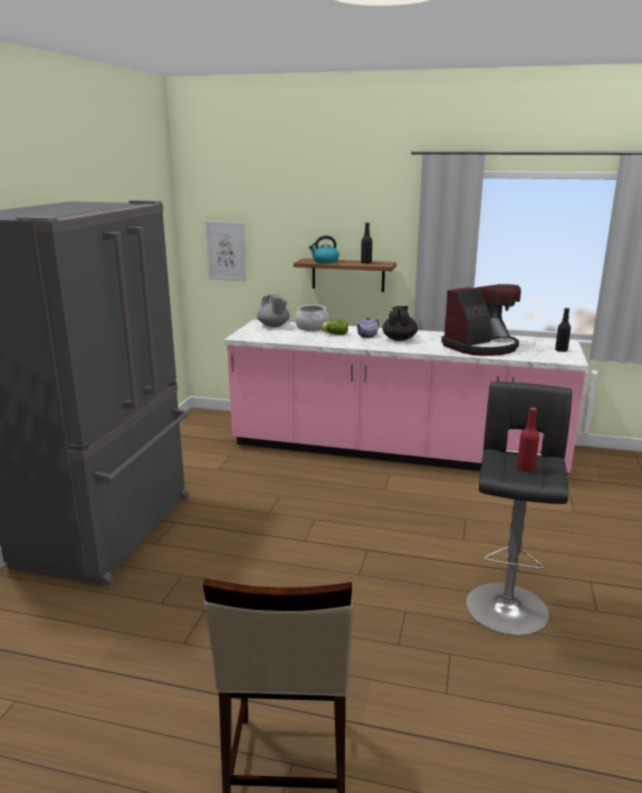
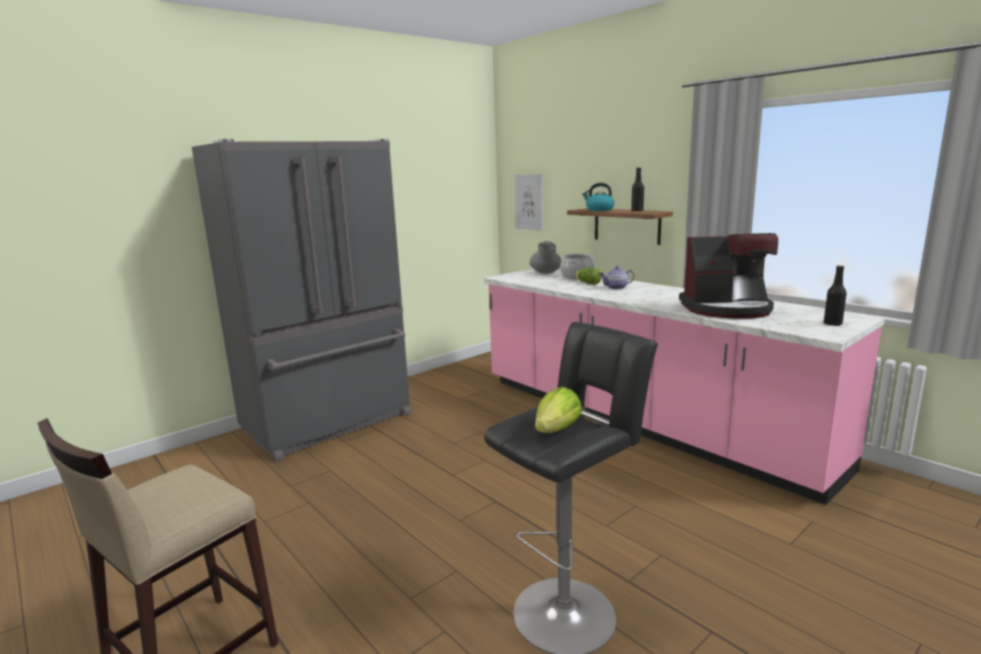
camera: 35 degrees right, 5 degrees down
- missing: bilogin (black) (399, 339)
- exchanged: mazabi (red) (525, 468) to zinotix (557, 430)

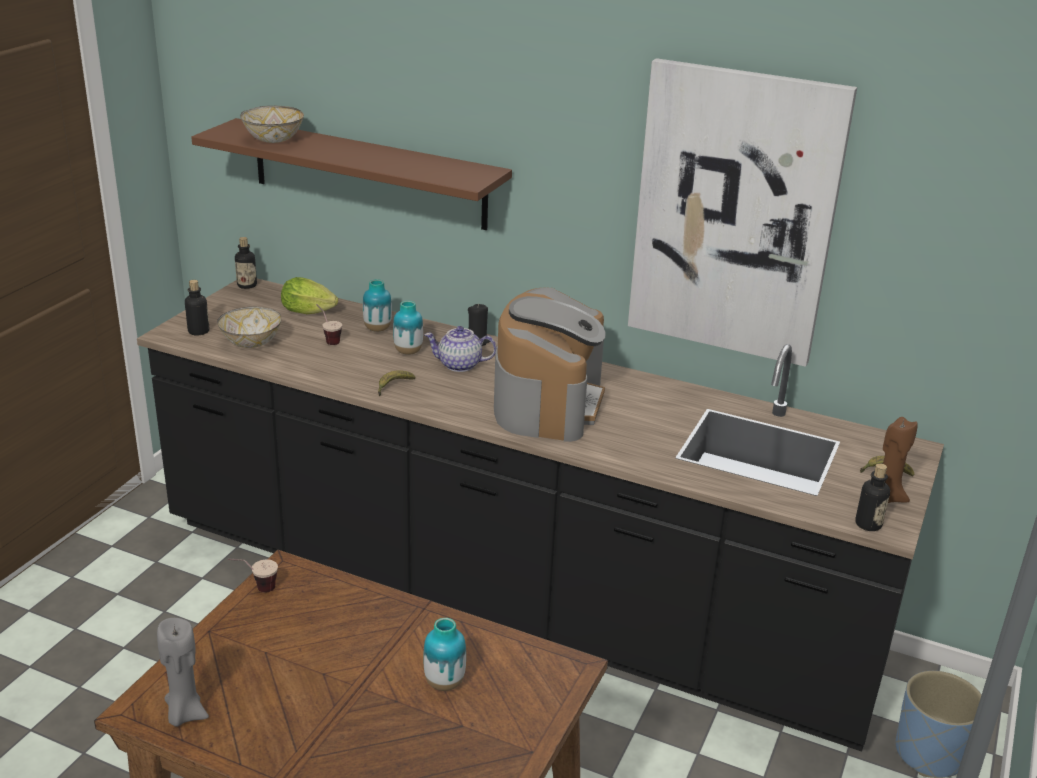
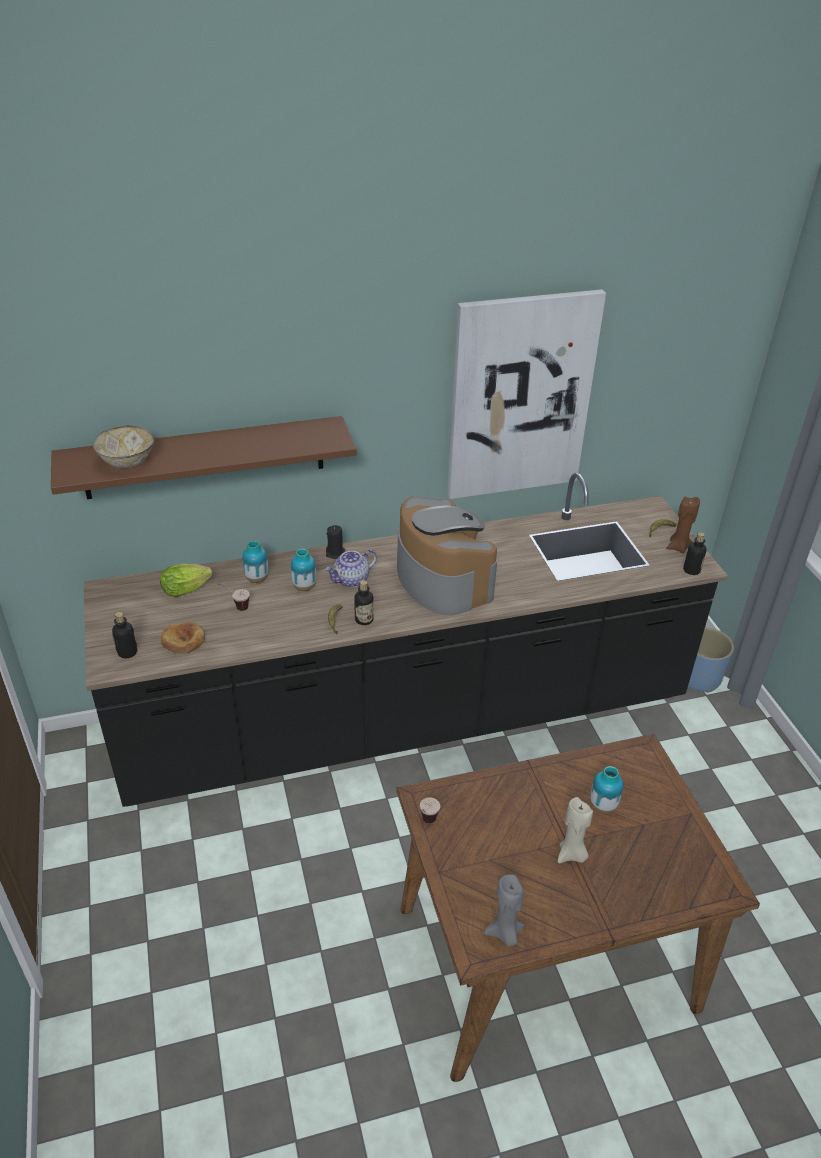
camera: 40 degrees left, 10 degrees up
- appeared: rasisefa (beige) (571, 854)
- relocated: mazabi (247, 285) to (364, 619)
- exchanged: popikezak (250, 343) to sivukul (183, 640)

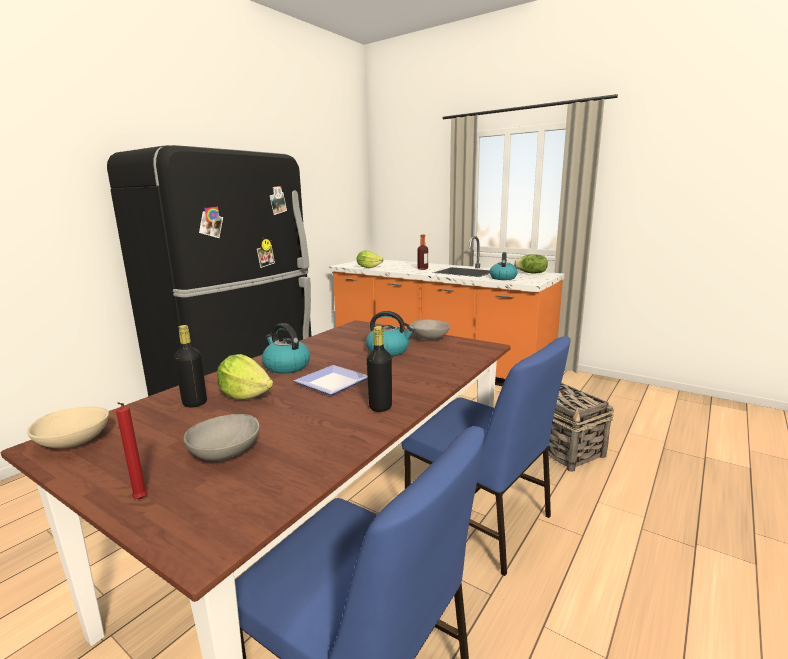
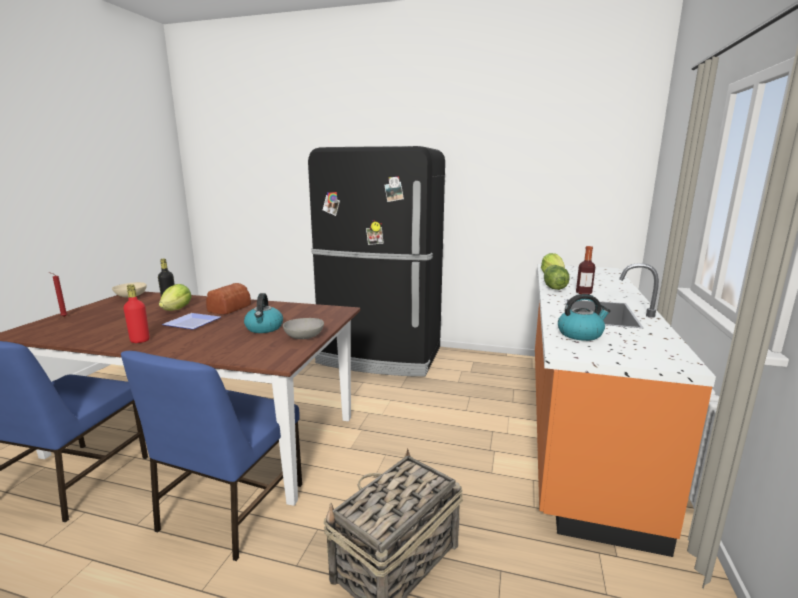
camera: 70 degrees right, 0 degrees up
- missing: popikezak (grey) (225, 453)
- relocated: zinotix (531, 273) to (553, 288)
- exchanged: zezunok (286, 366) to sivukul (228, 308)
- colour: mazabi (black) (380, 407) to mazabi (red) (140, 340)

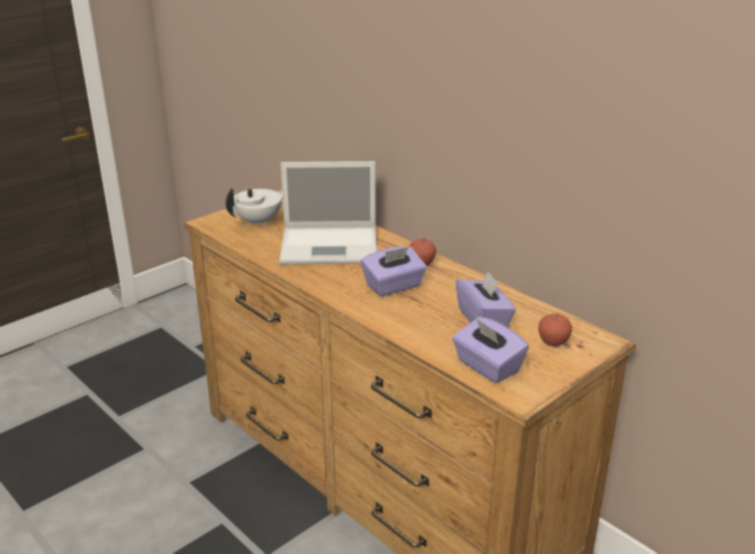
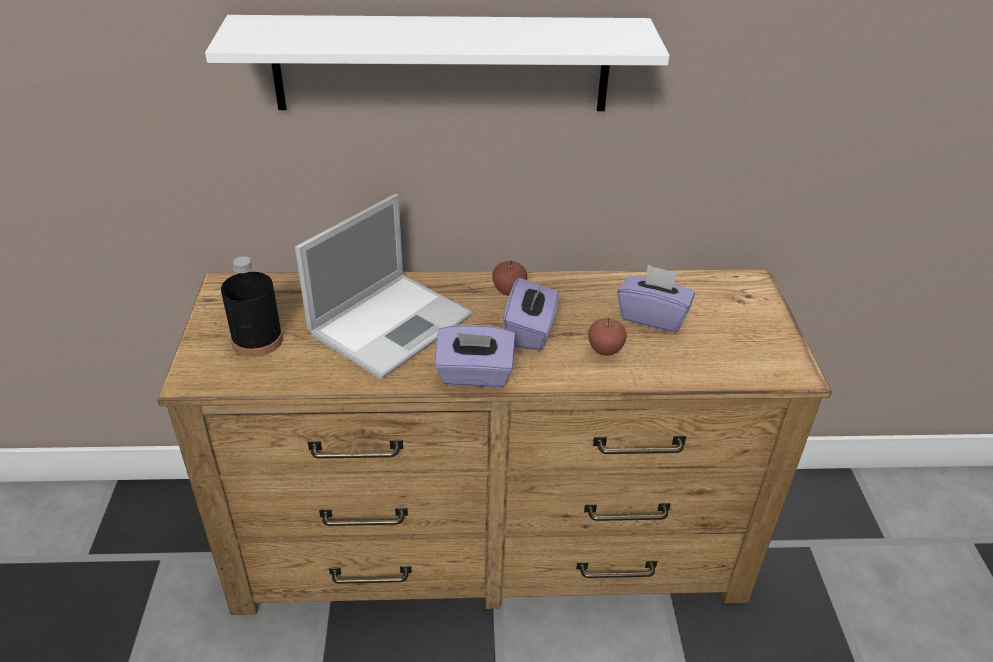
camera: 50 degrees left, 10 degrees up
- appeared: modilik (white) (442, 64)
- relocated: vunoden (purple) (487, 366) to (474, 375)
- relocated: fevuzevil (553, 342) to (605, 350)
- exchanged: bilogin (white) (259, 222) to mazabi (black) (257, 340)

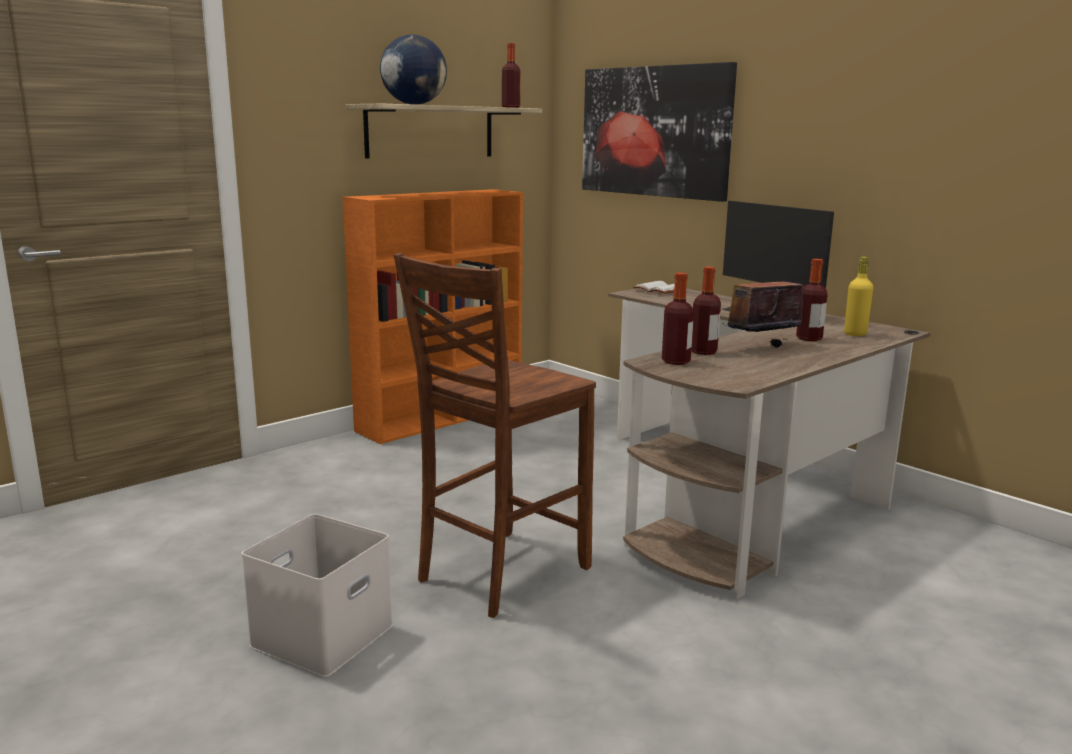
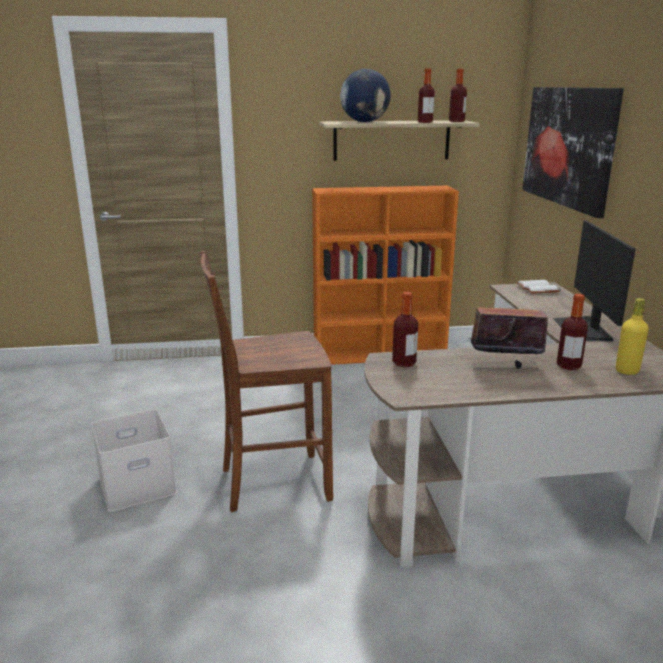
camera: 35 degrees right, 5 degrees up
- relocated: mazabi (703, 352) to (425, 122)

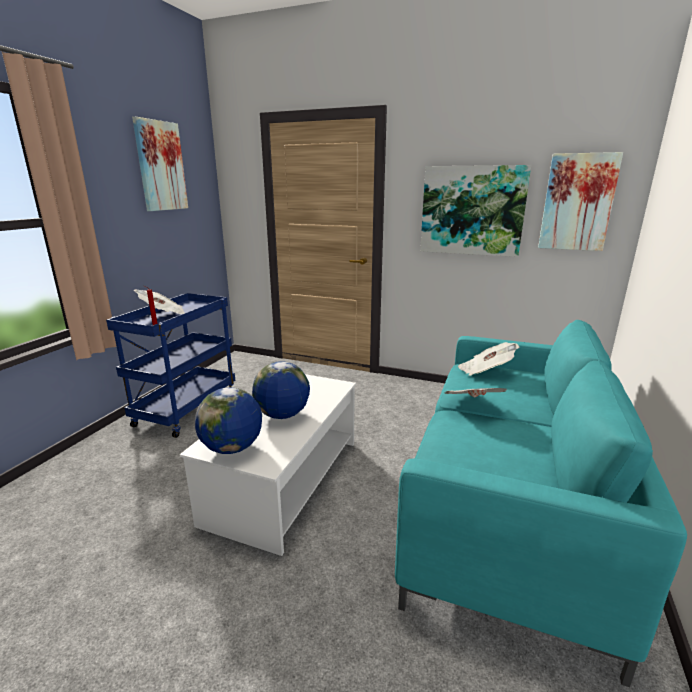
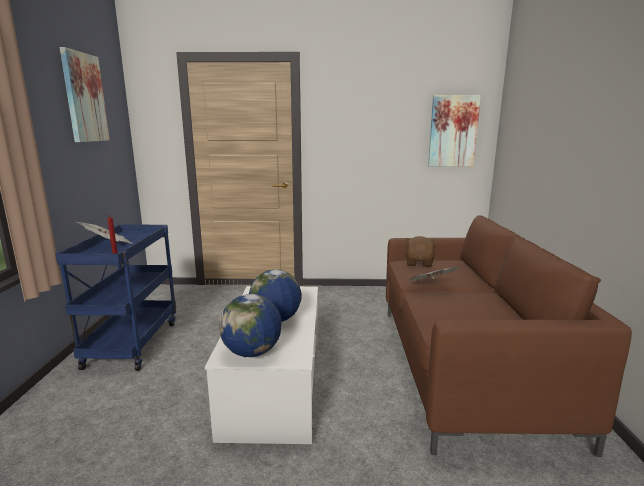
camera: 20 degrees left, 5 degrees down
- missing: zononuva (472, 211)
- exchanged: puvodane (485, 371) to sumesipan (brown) (419, 263)
- colour: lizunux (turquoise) (508, 510) to lizunux (brown) (463, 367)

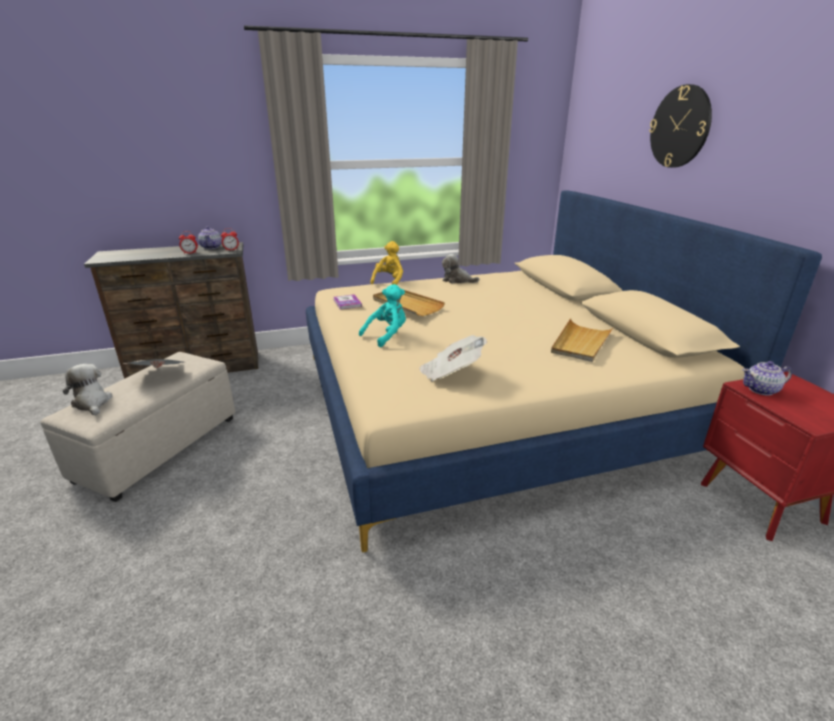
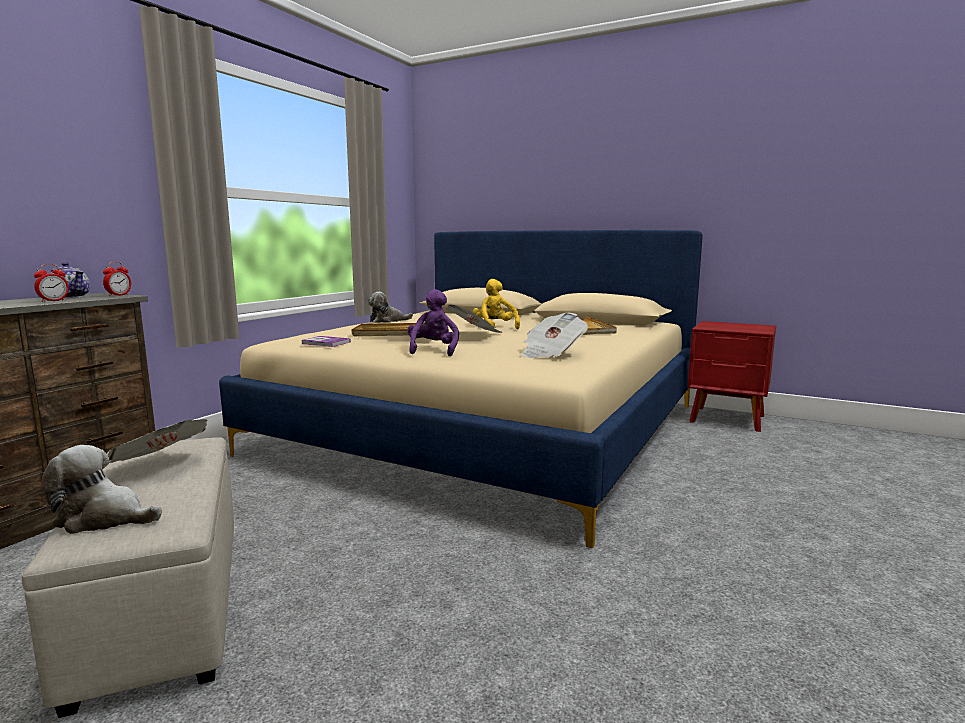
camera: 45 degrees left, 15 degrees down
- missing: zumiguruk (680, 127)
- missing: bilogin (761, 390)
- appeared: puvodane (474, 334)
- relocated: sumesipan (yellow) (389, 281) to (495, 327)
- colour: sumesipan (turquoise) (387, 335) to sumesipan (purple) (433, 351)

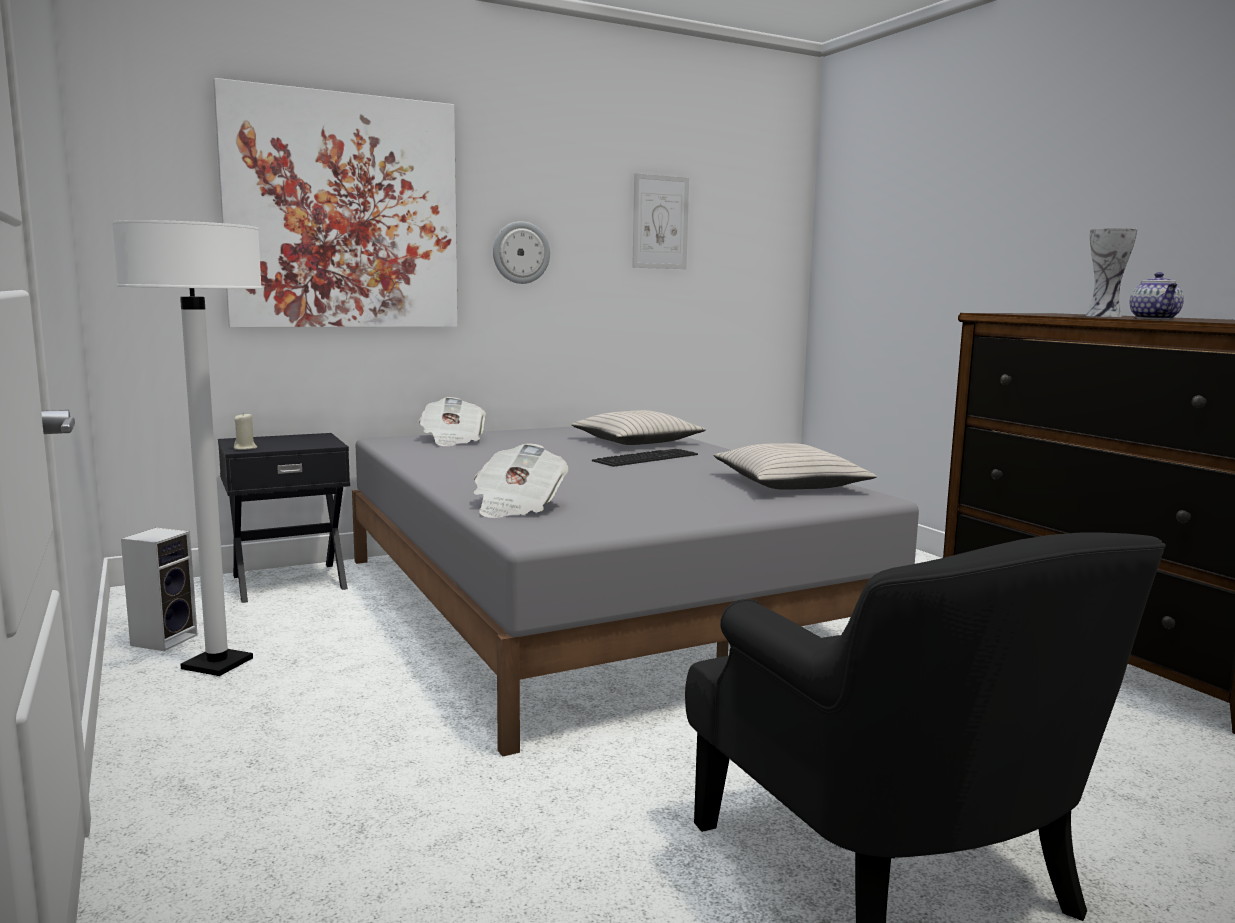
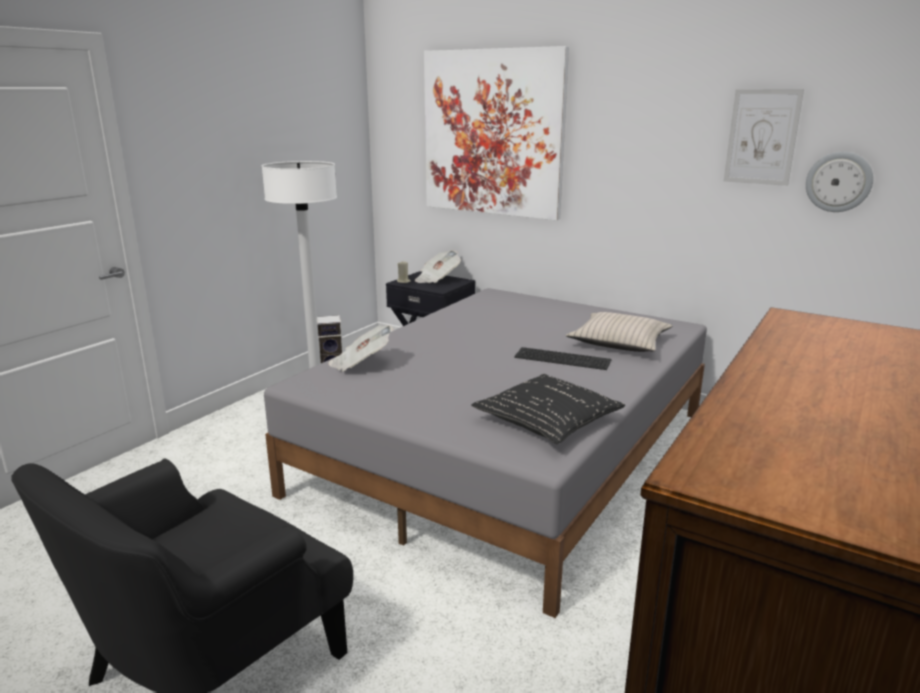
camera: 60 degrees right, 10 degrees up
- missing: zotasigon (1105, 316)
- missing: bilogin (1155, 319)
- relocated: puvodane (452, 440) to (437, 279)
- relocated: zumiguruk (521, 252) to (838, 182)
- colour: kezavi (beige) (789, 484) to kezavi (black) (548, 420)

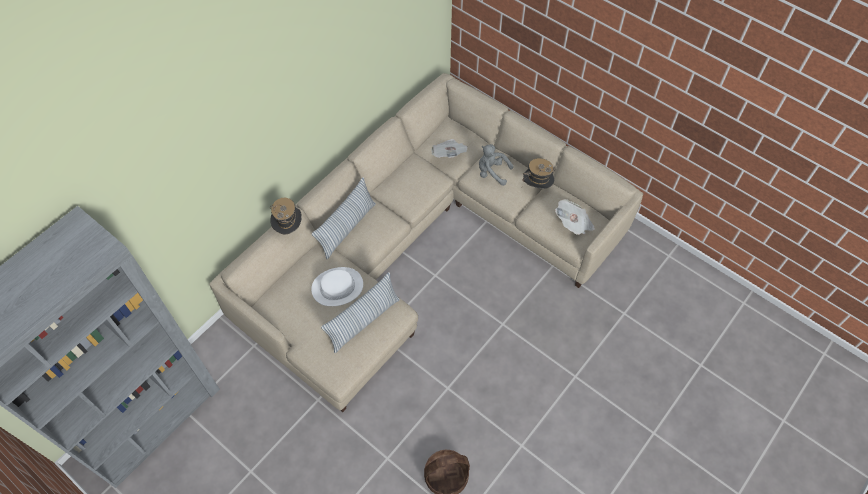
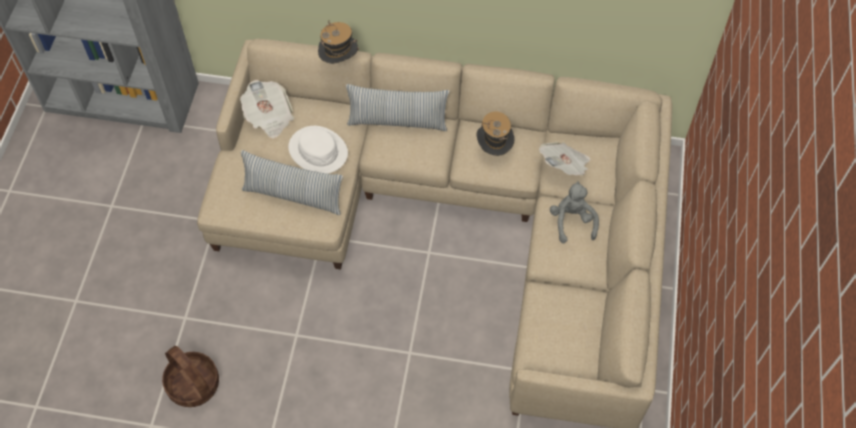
camera: 60 degrees right, 0 degrees up
- relocated: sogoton (536, 187) to (494, 150)
- relocated: puvodane (573, 224) to (269, 117)

